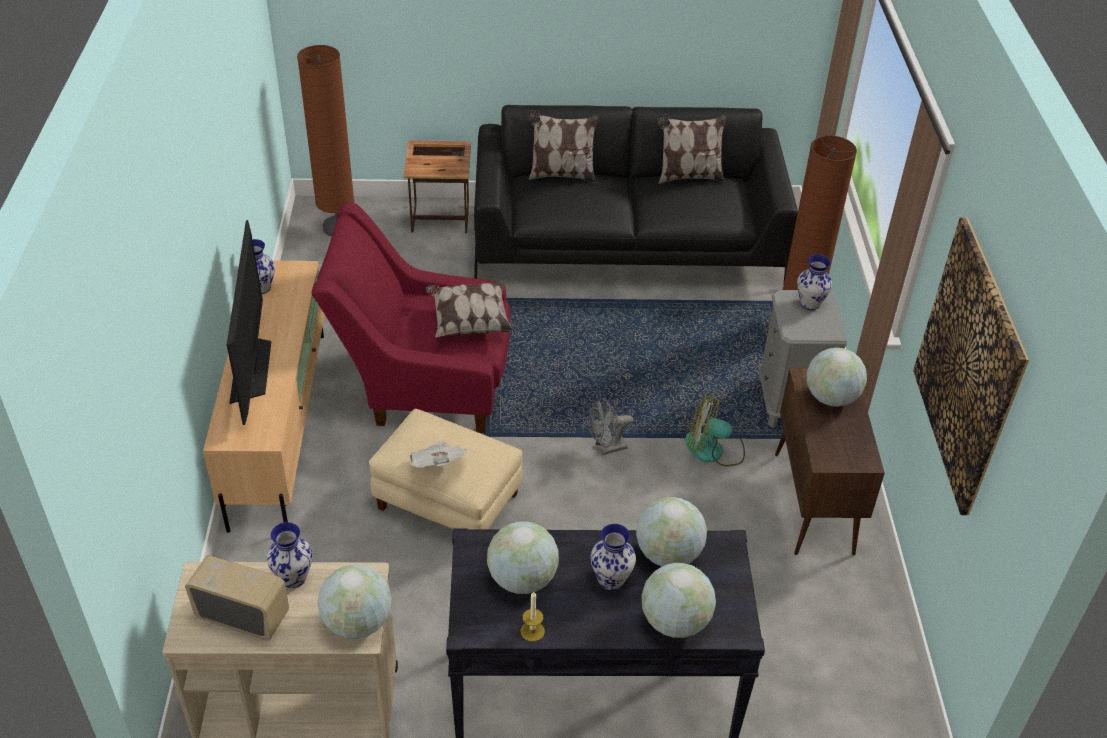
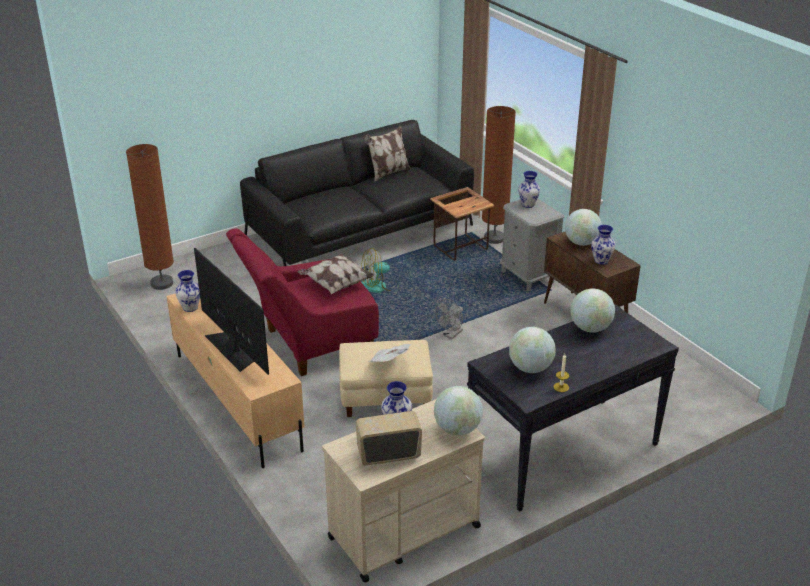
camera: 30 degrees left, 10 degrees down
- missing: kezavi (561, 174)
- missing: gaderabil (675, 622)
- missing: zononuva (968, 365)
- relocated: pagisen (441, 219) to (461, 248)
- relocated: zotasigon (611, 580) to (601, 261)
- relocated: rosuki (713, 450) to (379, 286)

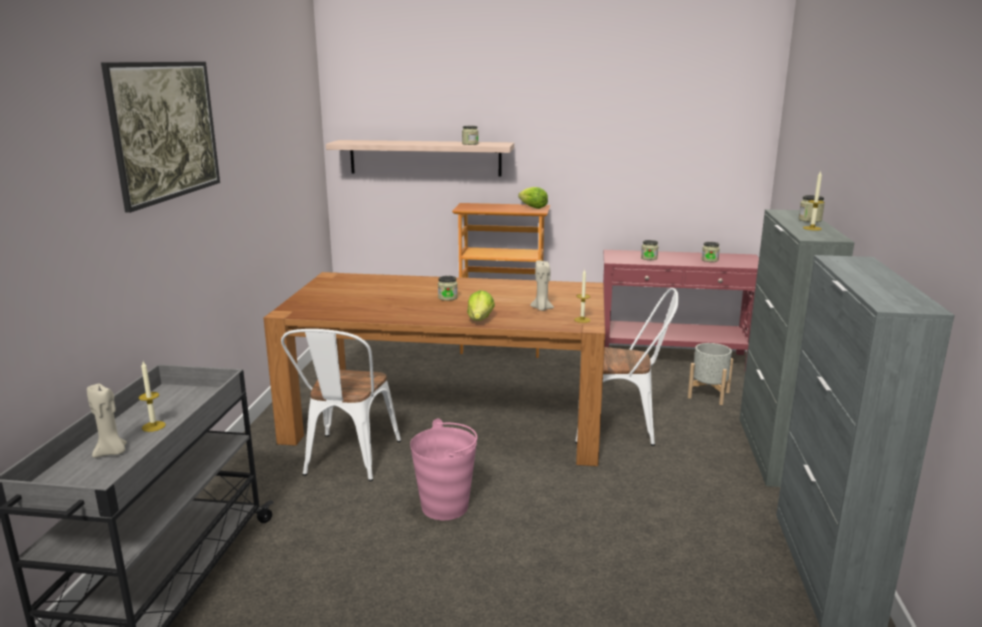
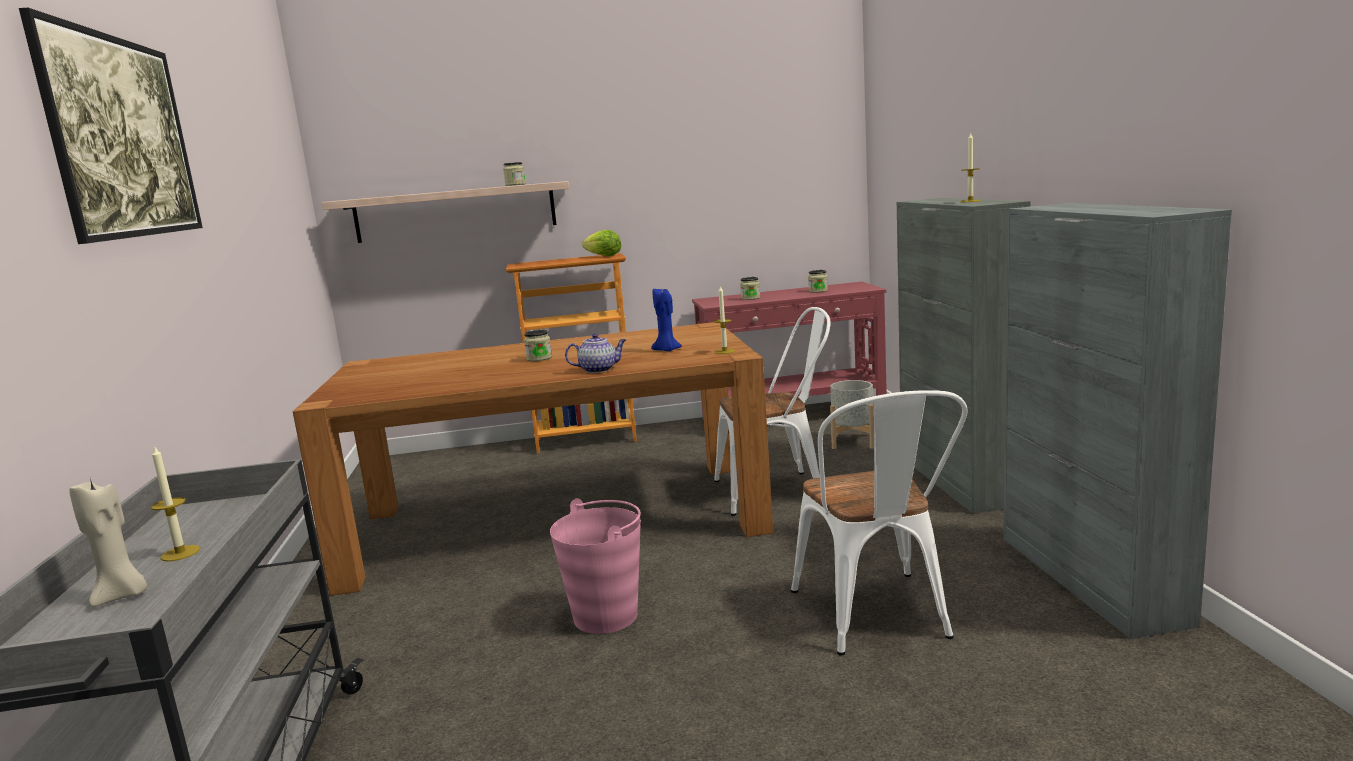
camera: 15 degrees left, 5 degrees down
- missing: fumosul (810, 220)
- relocated: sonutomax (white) (347, 461) to (876, 619)
- exchanged: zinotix (480, 320) to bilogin (599, 370)
- colour: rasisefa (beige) (541, 309) to rasisefa (blue) (667, 350)

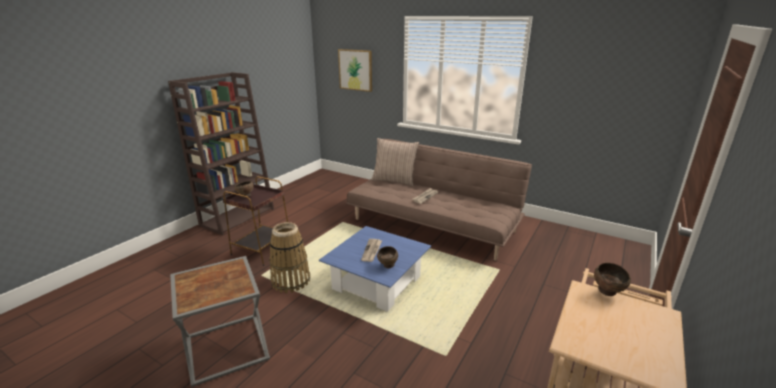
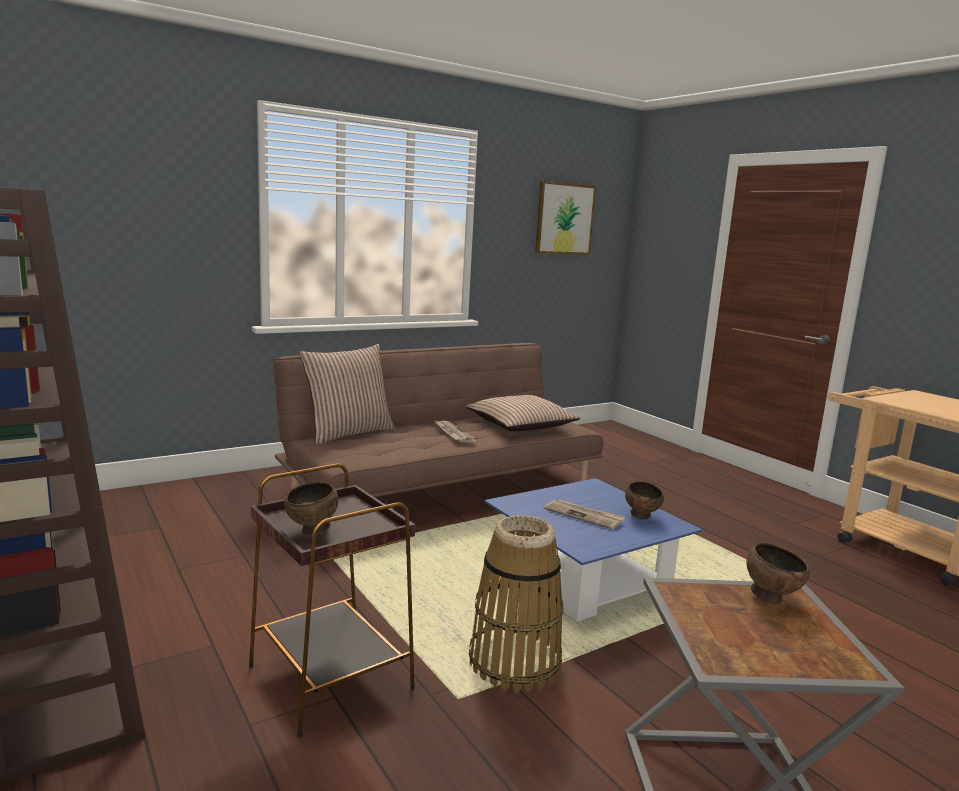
camera: 65 degrees left, 10 degrees down
- appeared: kezavi (520, 425)
- relocated: zononuva (355, 70) to (564, 218)
- relocated: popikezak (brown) (608, 293) to (771, 598)

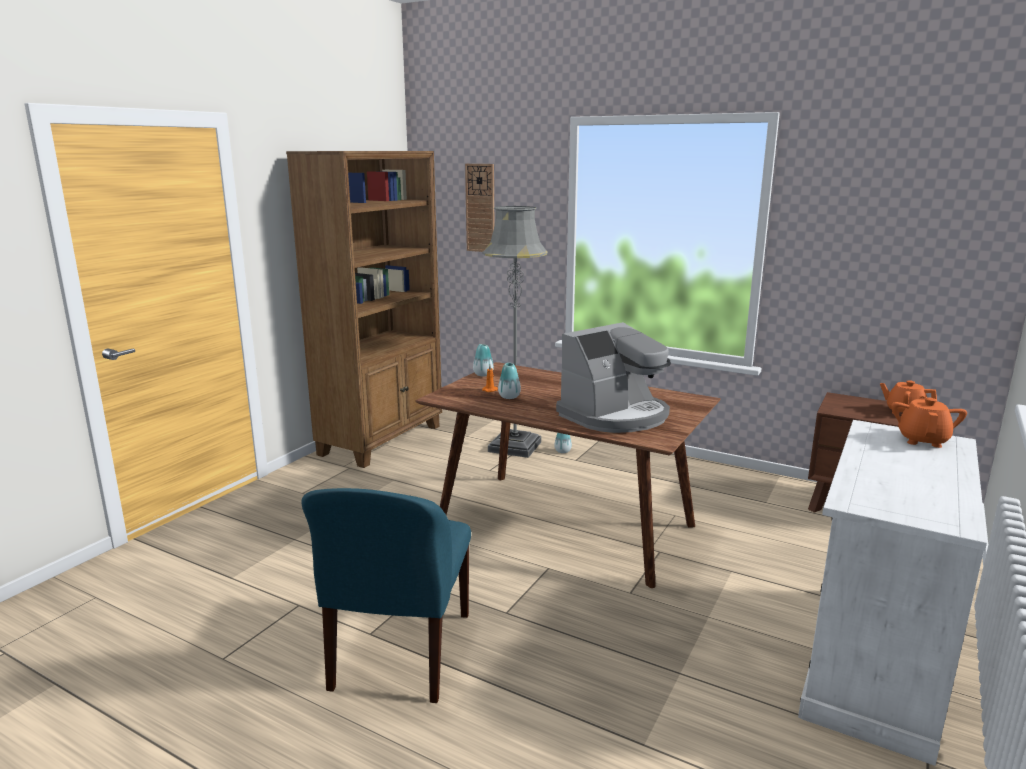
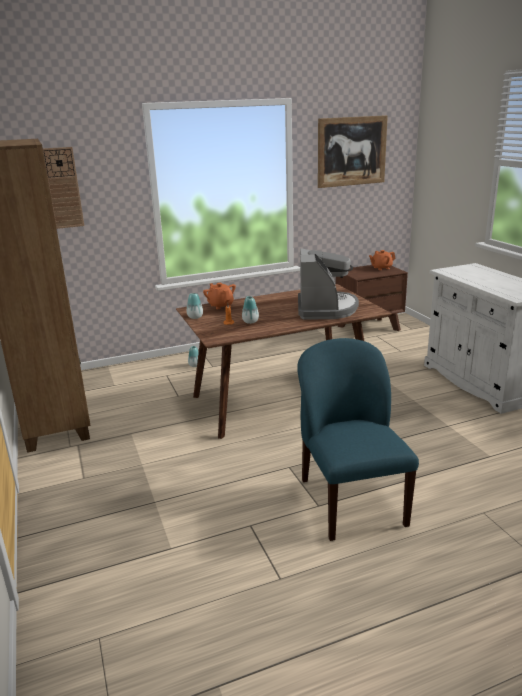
camera: 50 degrees left, 5 degrees up
- missing: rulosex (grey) (515, 447)
- appeared: zononuva (351, 151)
- relocated: bilogin (orange) (922, 440) to (220, 305)
- spun: sonutomax (blue) (400, 653) = (351, 500) 150 degrees counterclockwise

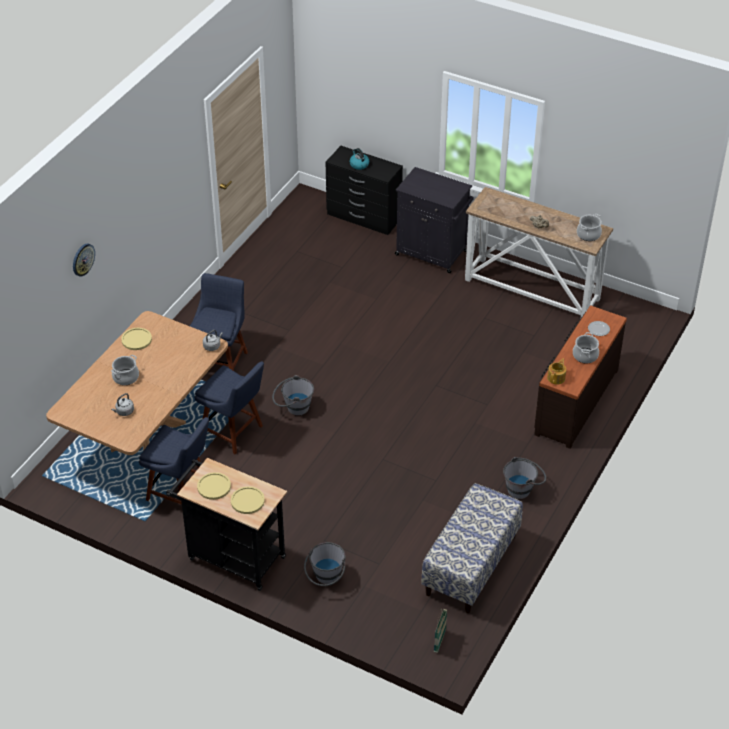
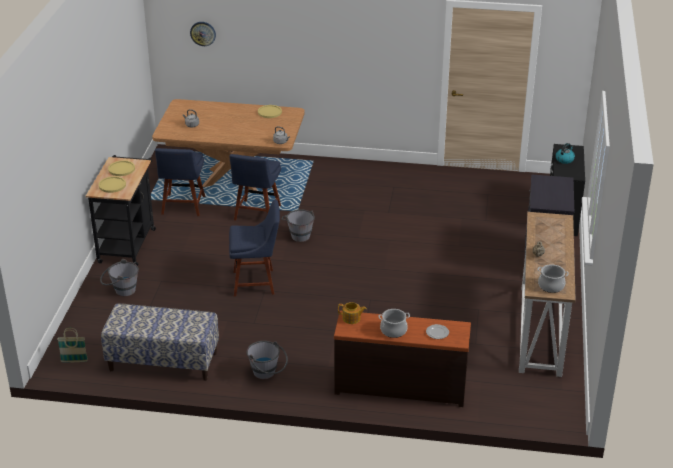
camera: 70 degrees right, 10 degrees down
- missing: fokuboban (126, 377)
- relocated: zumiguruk (83, 259) to (203, 33)
- relocated: sonutomax (blue) (221, 360) to (256, 282)

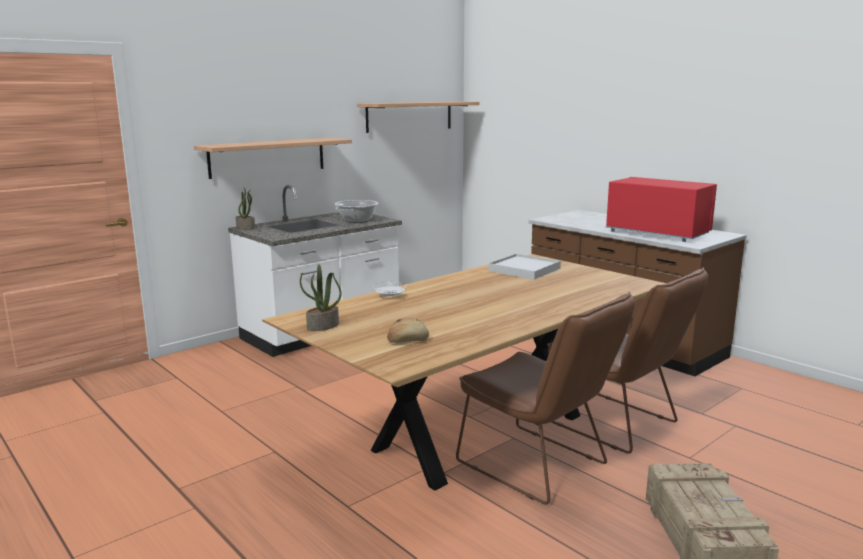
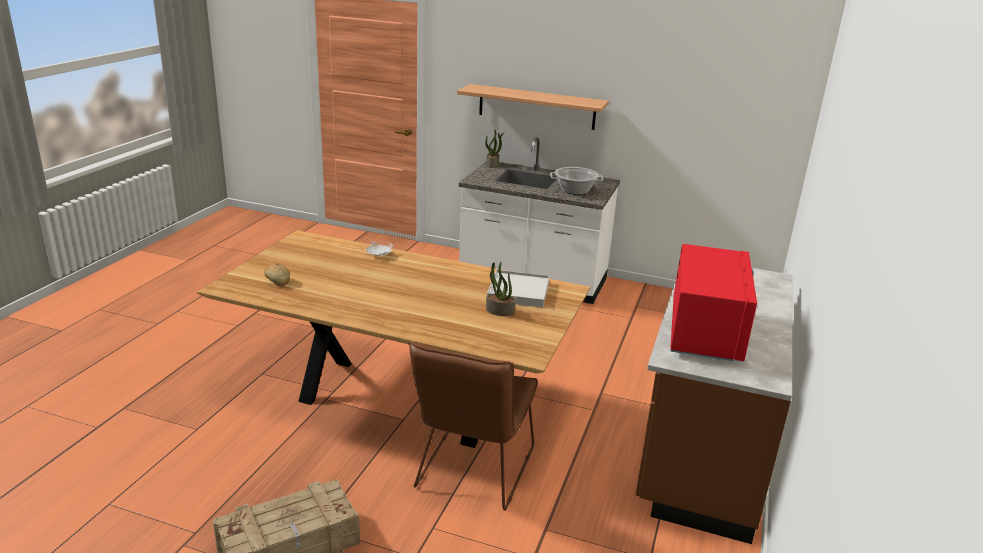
camera: 60 degrees right, 10 degrees up
- missing: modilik (410, 116)
- missing: sonutomax (brown) (539, 467)
- relocated: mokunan (323, 326) to (499, 311)

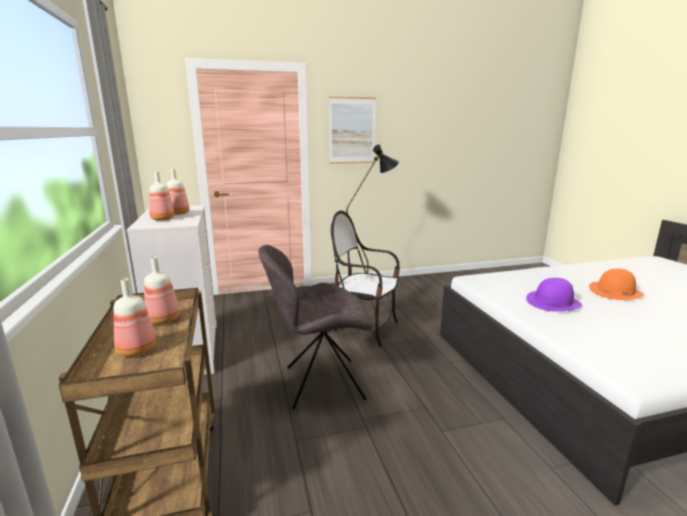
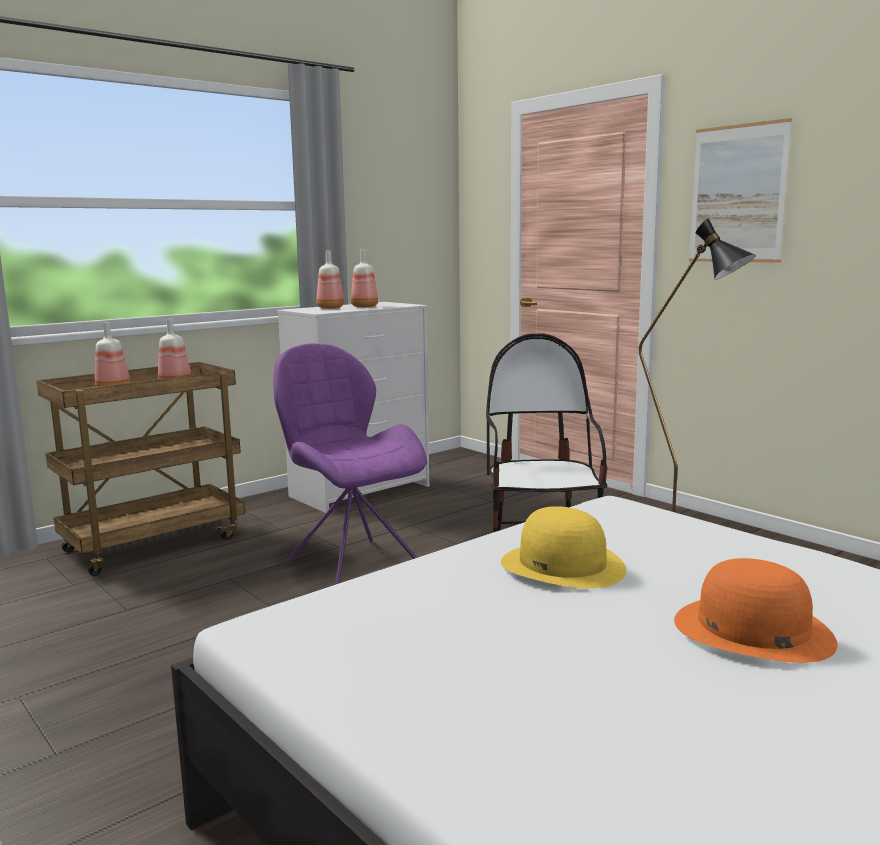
camera: 65 degrees right, 5 degrees down
- colour: sonutomax (grey) (320, 383) to sonutomax (purple) (352, 566)
- colour: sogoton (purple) (553, 302) to sogoton (yellow) (563, 565)

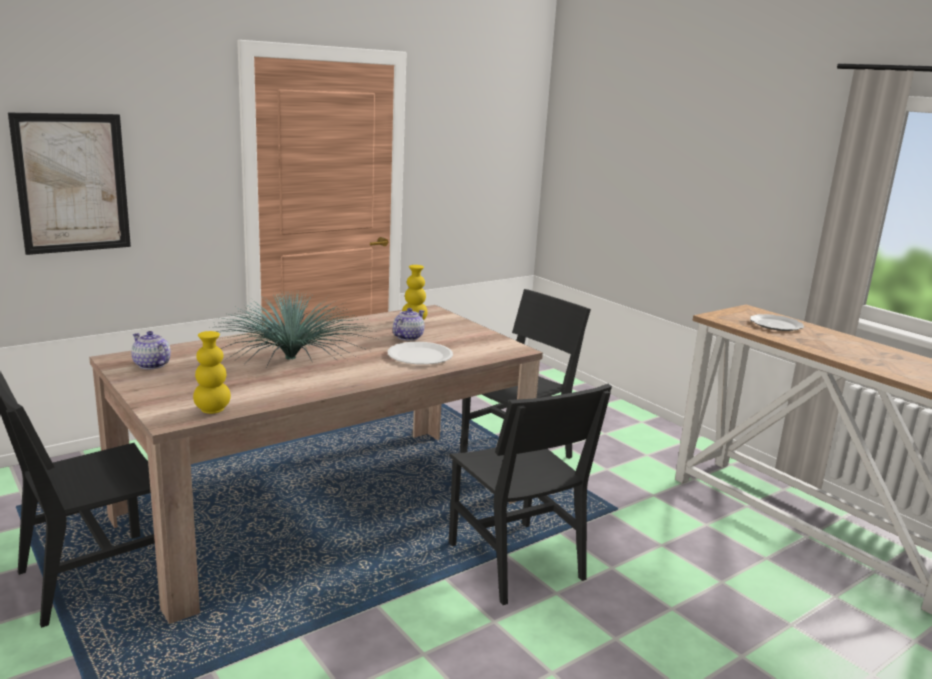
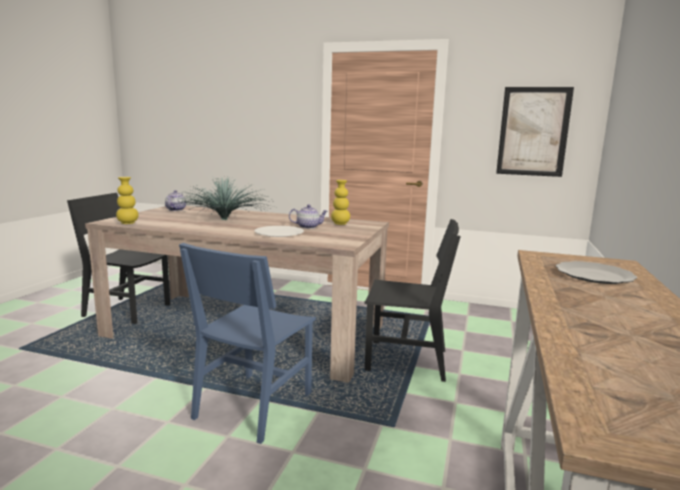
camera: 55 degrees right, 5 degrees down
- relocated: zononuva (72, 183) to (533, 132)
- colour: sonutomax (black) (515, 561) to sonutomax (blue) (253, 405)

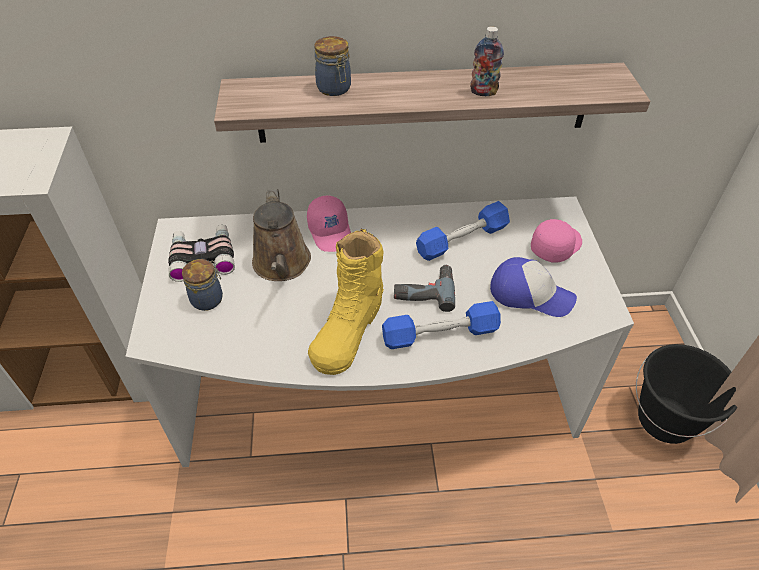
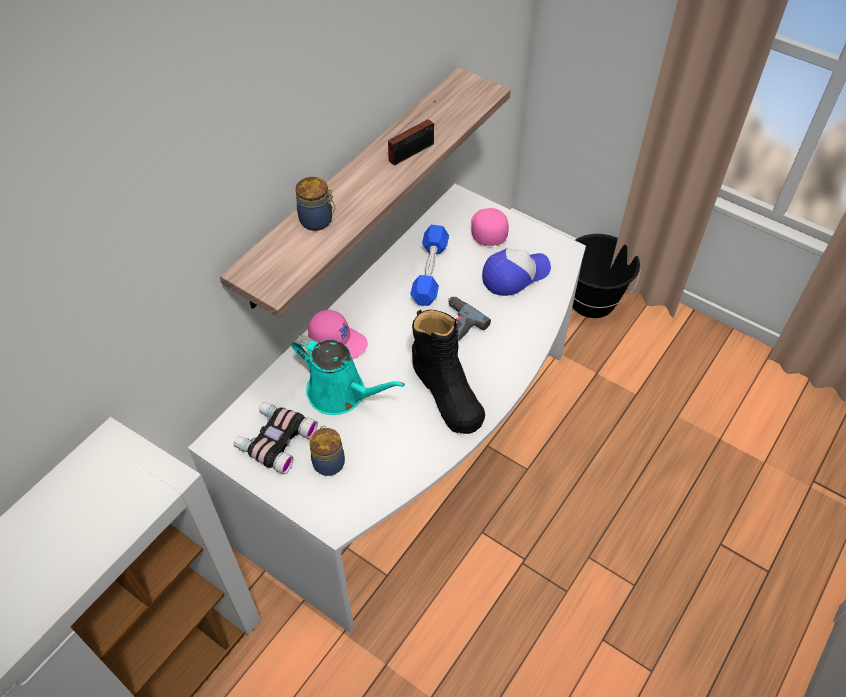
camera: 50 degrees left, 5 degrees up
- missing: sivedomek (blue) (440, 334)
- exchanged: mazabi (483, 92) to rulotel (414, 151)
- colour: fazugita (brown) (282, 265) to fazugita (turquoise) (341, 393)
- colour: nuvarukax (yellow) (348, 328) to nuvarukax (black) (447, 392)

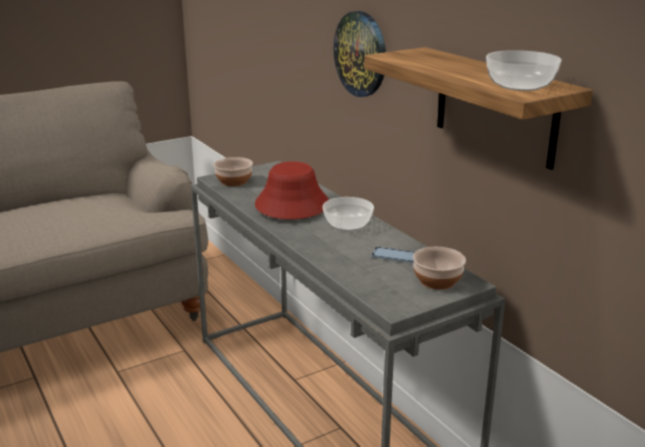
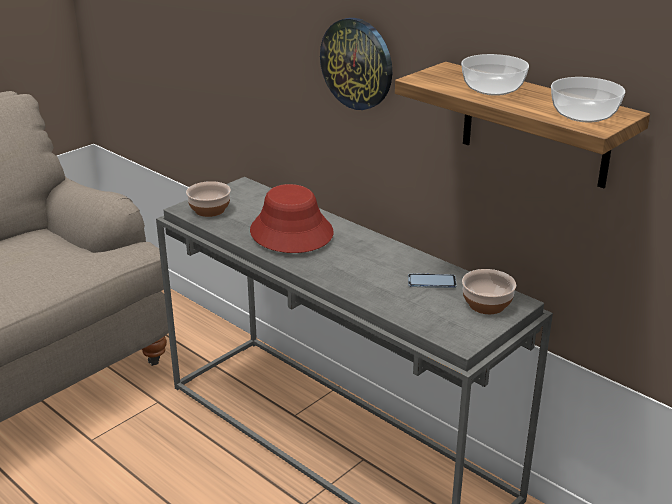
camera: 15 degrees left, 5 degrees up
- relocated: popikezak (348, 224) to (492, 89)

